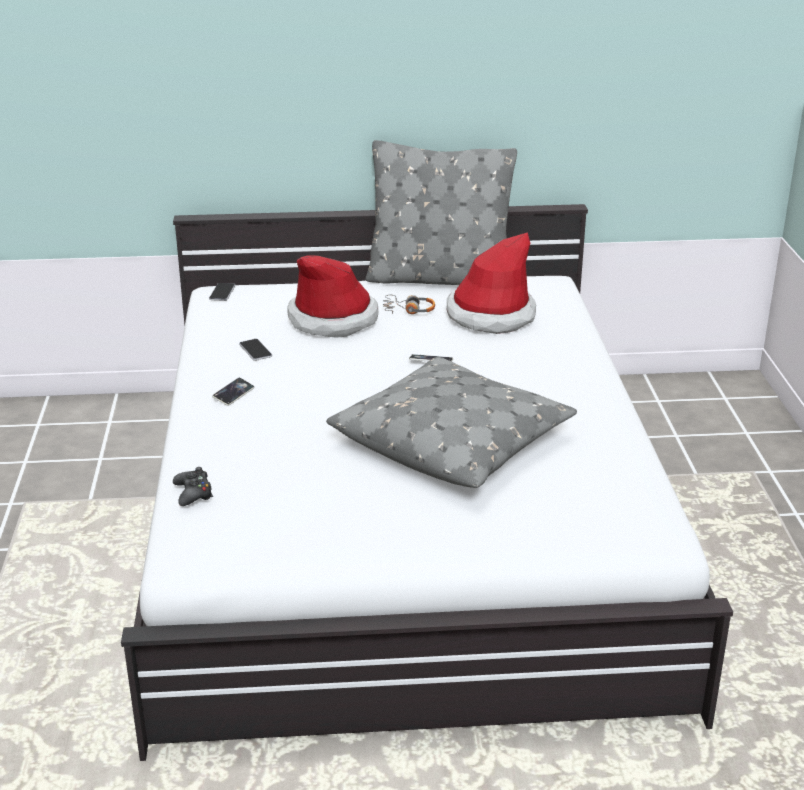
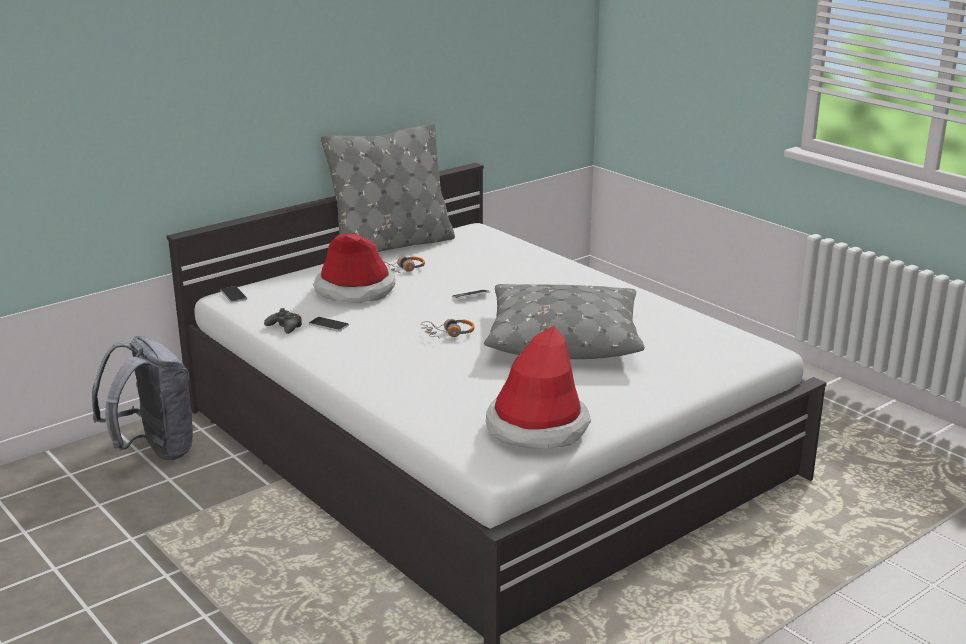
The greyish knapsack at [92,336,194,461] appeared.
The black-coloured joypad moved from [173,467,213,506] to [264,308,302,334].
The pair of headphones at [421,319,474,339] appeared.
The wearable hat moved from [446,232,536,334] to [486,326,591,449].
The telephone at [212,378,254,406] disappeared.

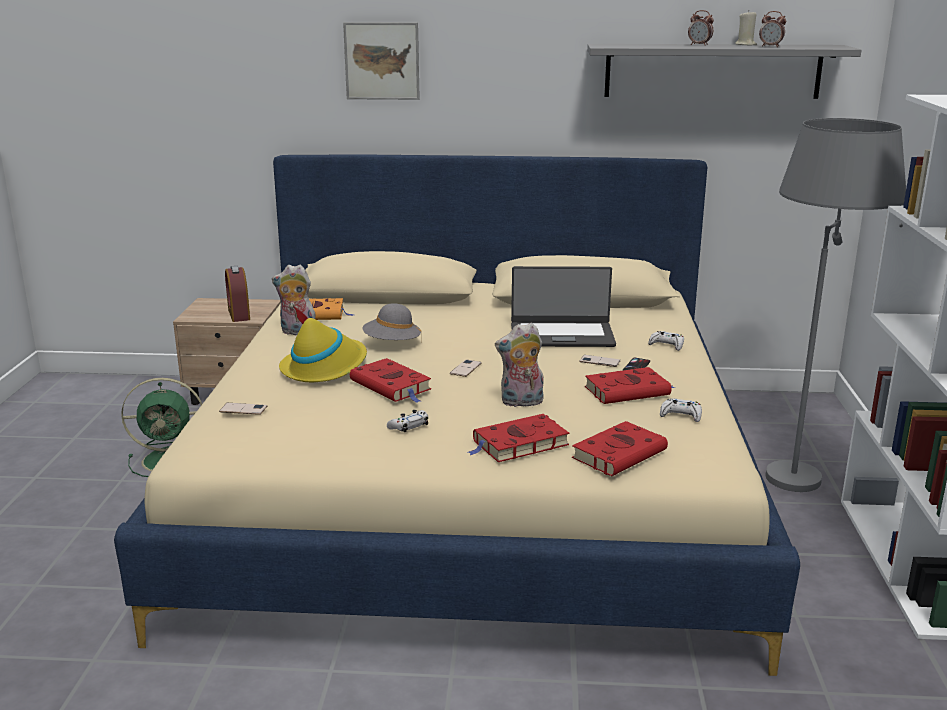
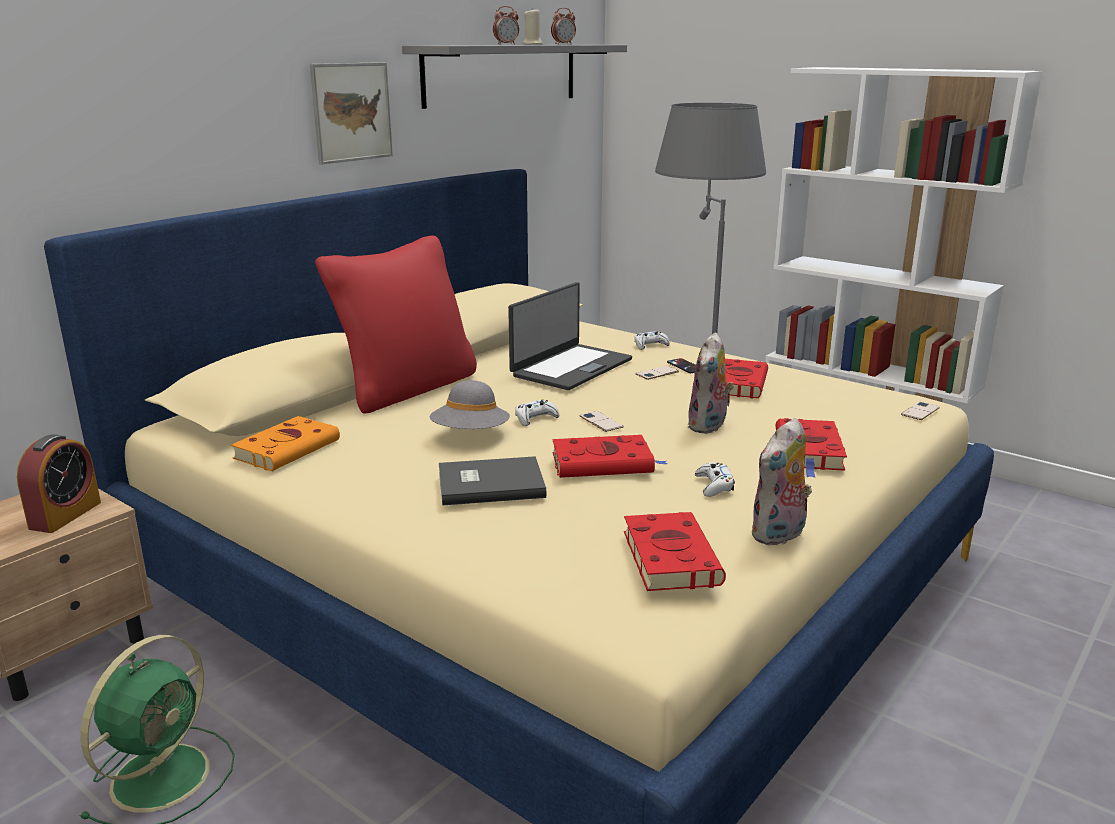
The table clock at [225,266,250,322] turned 90 degrees counterclockwise.
The picture moved from [343,22,420,100] to [310,62,393,165].
The reddish cushion at [315,235,477,414] appeared.
The yellow-coloured wearable hat at [279,306,367,382] was replaced by the greyish book at [439,456,546,505].
The white joypad moved from [660,398,702,422] to [515,399,559,426].
The reddish book moved from [572,421,668,476] to [624,512,726,591].
The cuddly toy moved from [272,265,315,336] to [752,418,812,545].
The telephone moved from [219,403,267,415] to [901,402,940,420].

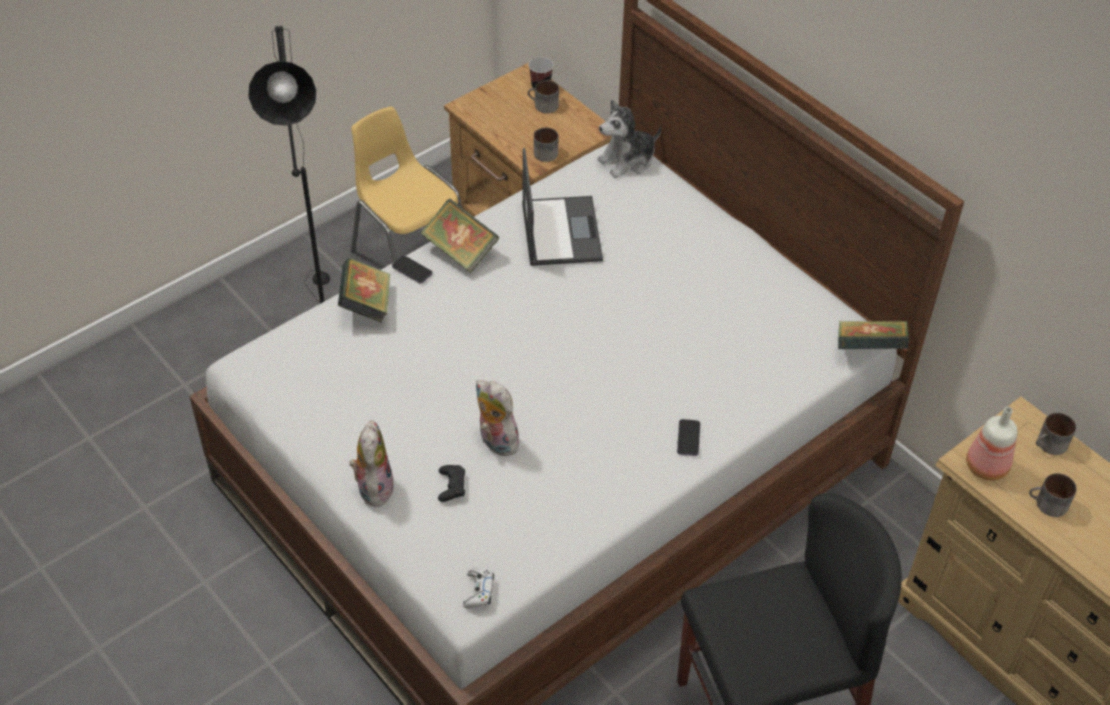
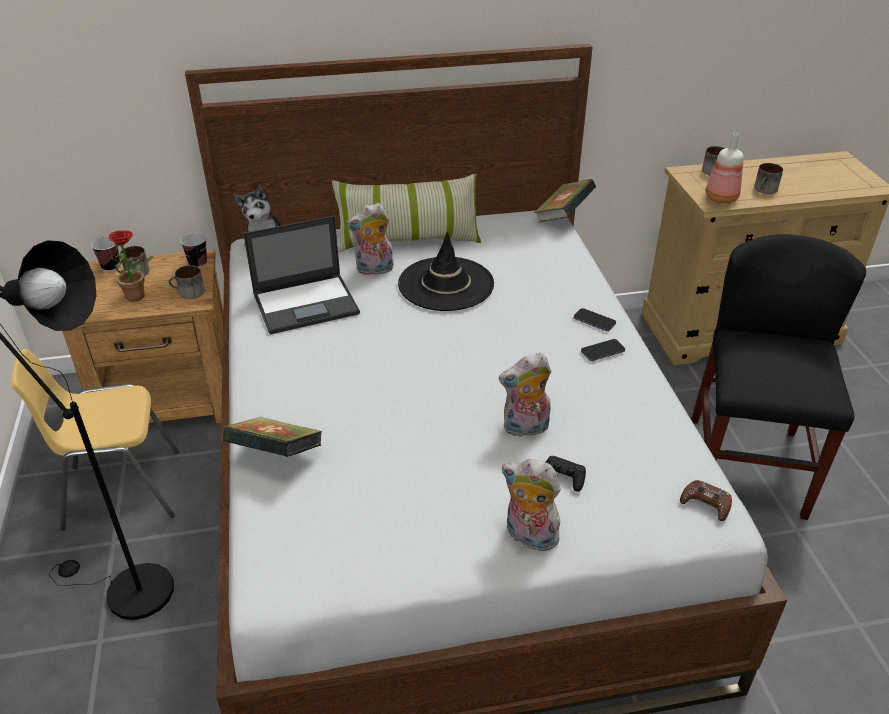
The houseplant at [108,230,154,302] appeared.
The small cup at [180,233,207,268] appeared.
The notebook computer at [522,148,603,266] turned 135 degrees clockwise.
The cushion at [332,173,481,252] appeared.
The cuddly toy at [346,203,394,275] appeared.
The black-coloured wearable hat at [398,232,494,311] appeared.
The telephone moved from [392,255,433,283] to [581,339,625,361].
The white joypad at [463,567,494,609] became the brown-coloured joypad at [680,480,732,521].
The book at [420,199,499,273] disappeared.

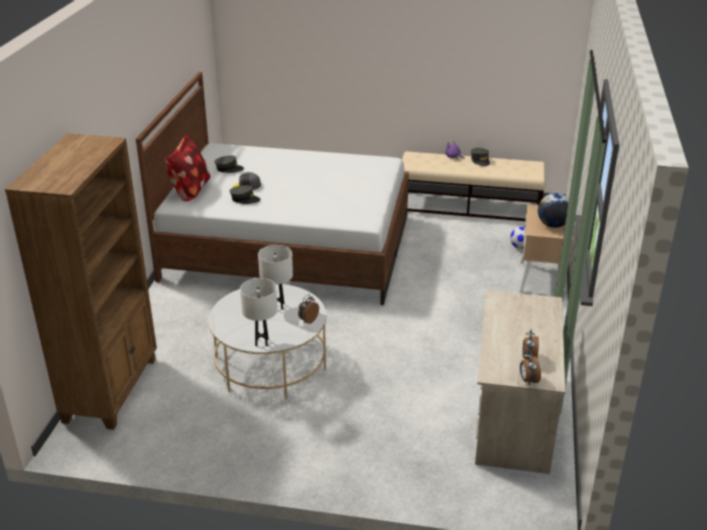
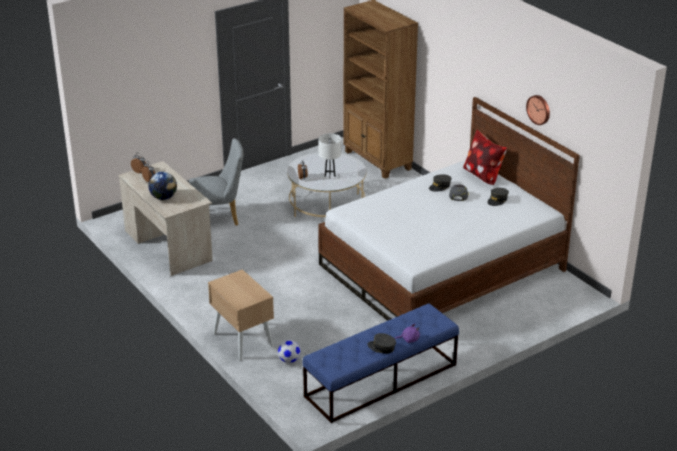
The globe moved from [538,193,569,228] to [148,172,177,200].
The greyish upright chair at [189,138,244,226] appeared.
The beige-coloured long seat at [402,151,545,221] became the blue long seat at [303,304,459,423].
The clock on the wall at [526,95,550,125] appeared.
The white lamp for a table at [240,278,277,346] disappeared.

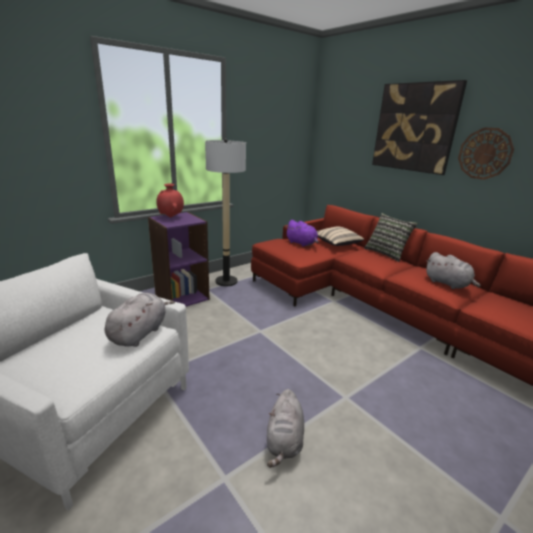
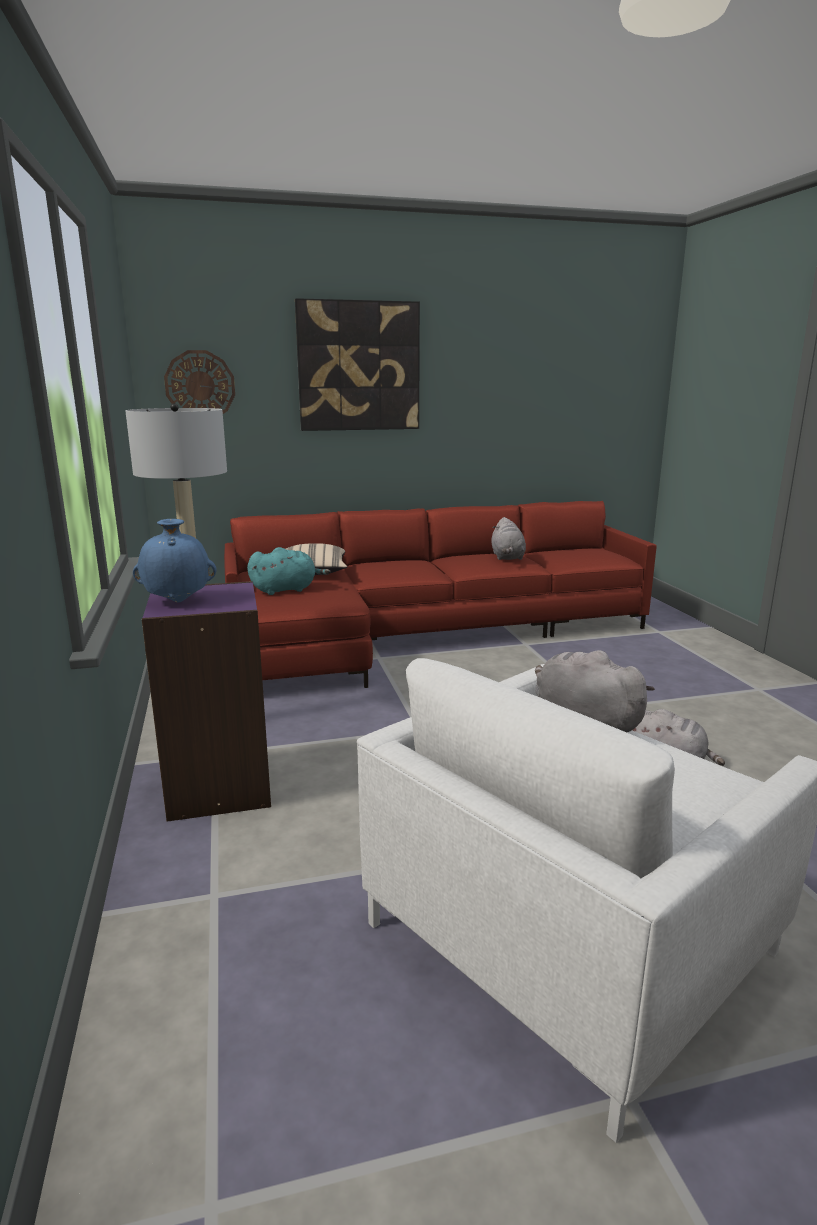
The reddish vase at [156,184,184,217] became the blue vase at [133,519,217,602].
The clock on the wall moved from [458,128,514,180] to [164,350,235,414].
The purplish cuddly toy at [285,220,318,247] became the blue-green cuddly toy at [247,547,330,595].
The greyish cuddly toy at [426,252,480,289] turned 105 degrees clockwise.
The cushion at [364,213,418,262] disappeared.

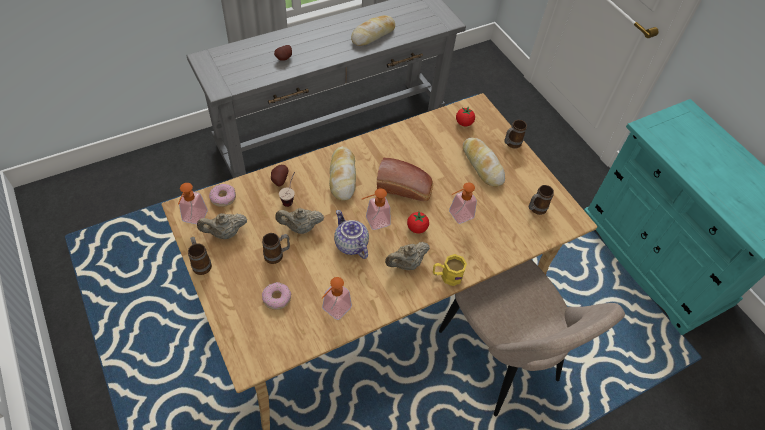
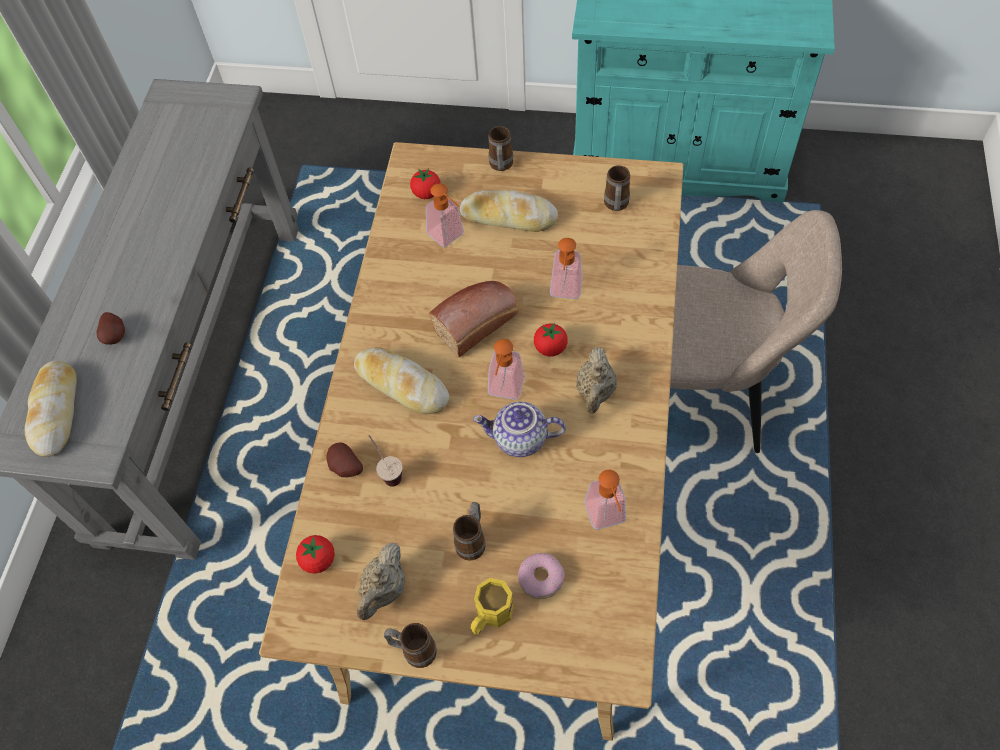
The baked bread moved from [351,15,395,46] to [25,361,77,457].
The donut at [209,184,236,207] was replaced by the fresh tomato at [296,535,335,574].
The soap dispenser moved from [178,183,208,224] to [426,183,464,247].
The yellow-coloured mug moved from [433,254,467,286] to [471,578,514,635].
The beige-coloured teapot at [275,208,324,234] disappeared.

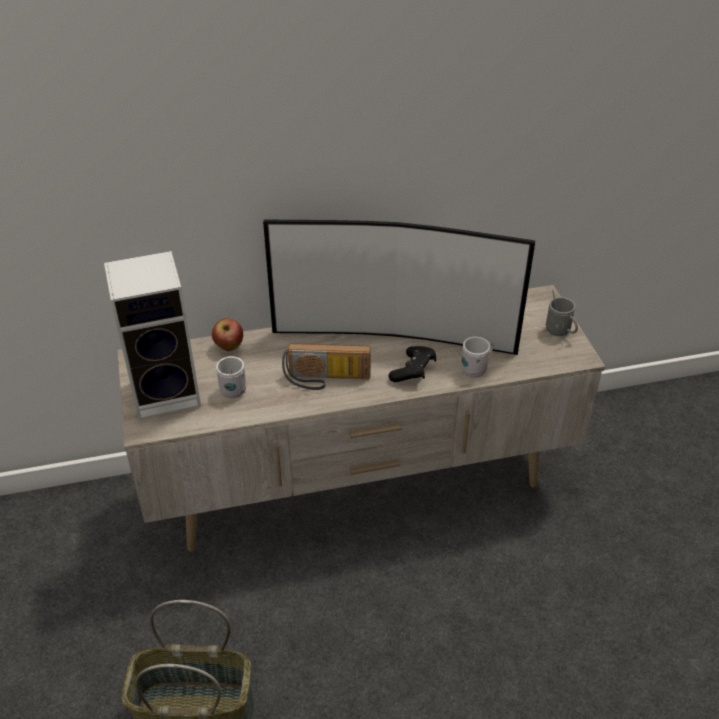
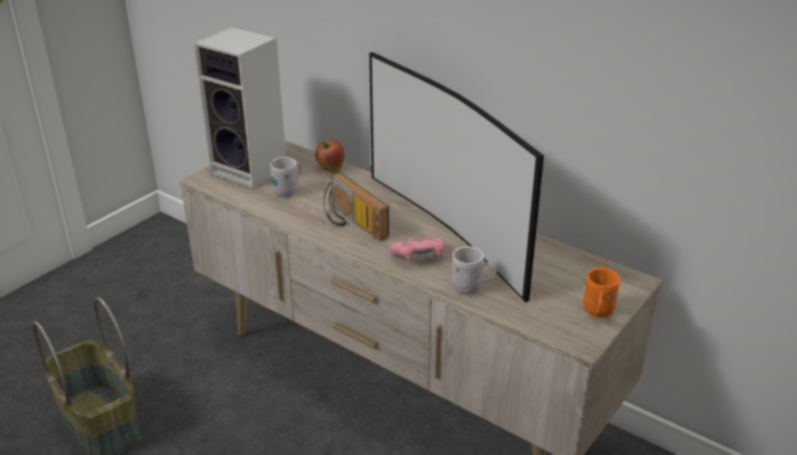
The black-coloured joypad at [389,346,436,382] became the pink-coloured joypad at [390,236,445,261].
The greyish mug at [546,290,578,336] became the orange mug at [583,257,620,318].

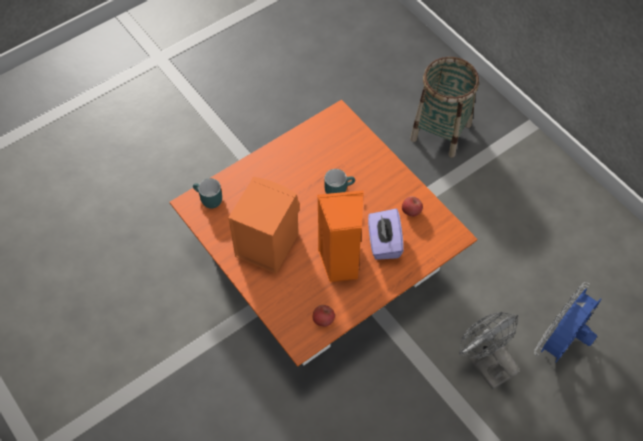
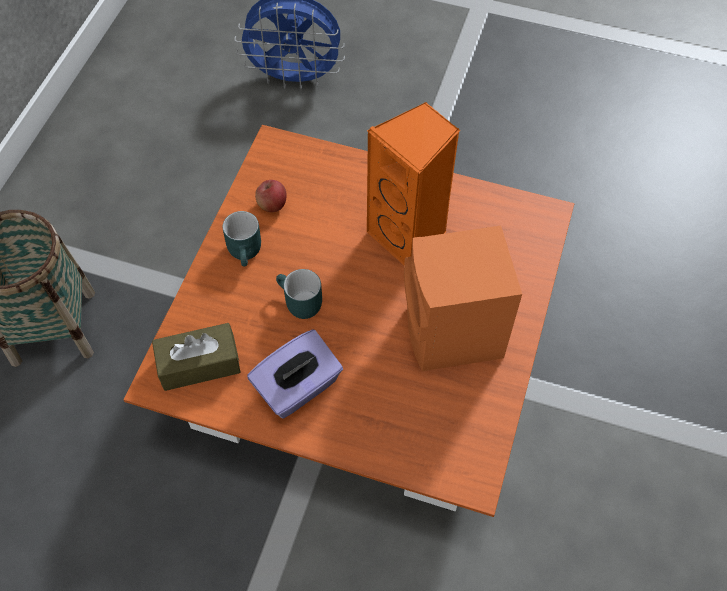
The brown-coloured tissue box at [152,323,241,391] appeared.
The blue-green mug moved from [193,178,222,208] to [222,211,261,266].
The purplish tissue box moved from [368,209,403,260] to [247,329,343,419].
The apple fruit at [312,305,335,327] disappeared.
The greyish electric fan at [459,312,519,390] disappeared.

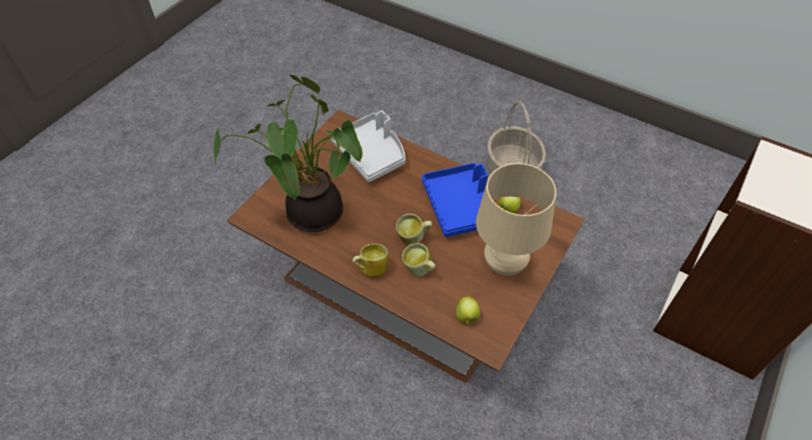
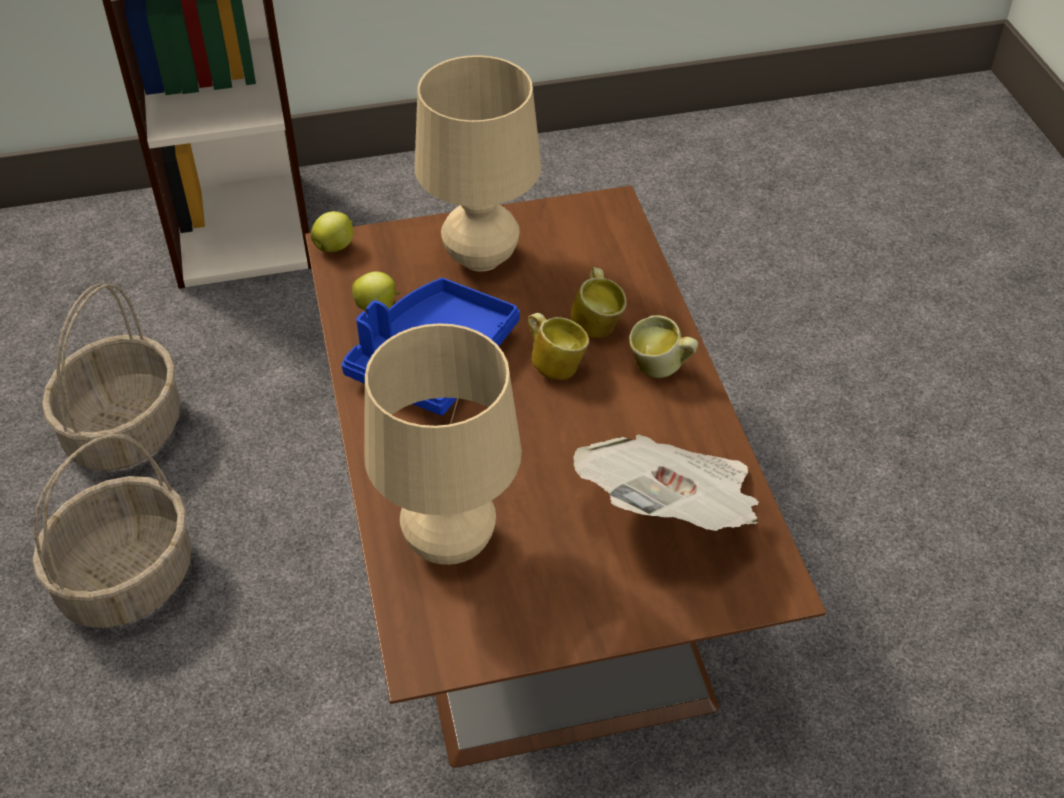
The household basket at [42,283,180,471] appeared.
The apple fruit moved from [456,296,480,324] to [311,211,353,252].
The greyish tray at [330,111,406,182] was replaced by the beige-coloured lamp for a table at [364,323,522,565].
The houseplant at [213,75,363,232] was replaced by the newspaper at [573,435,759,531].

